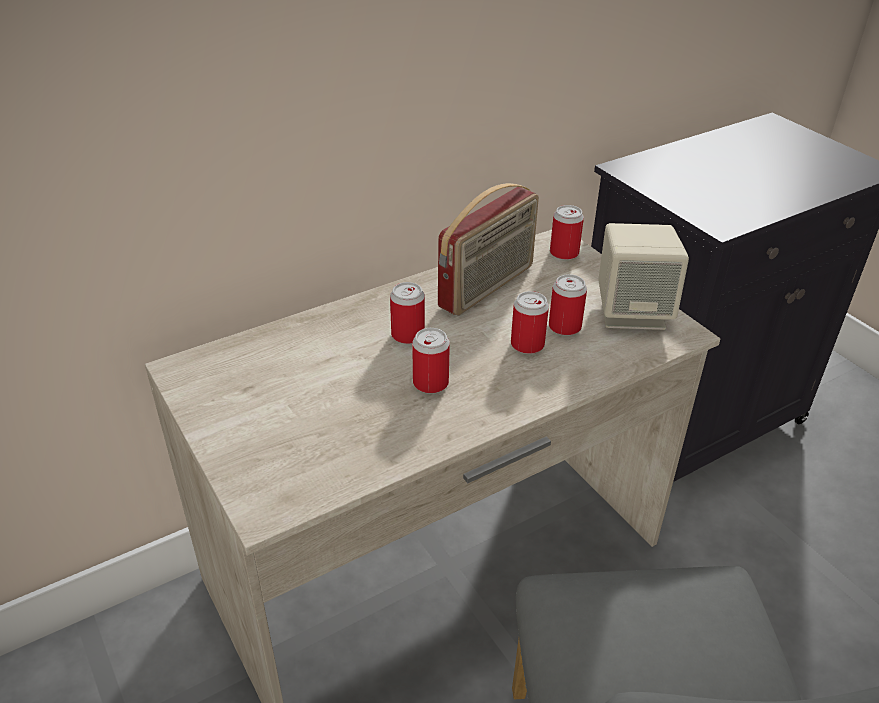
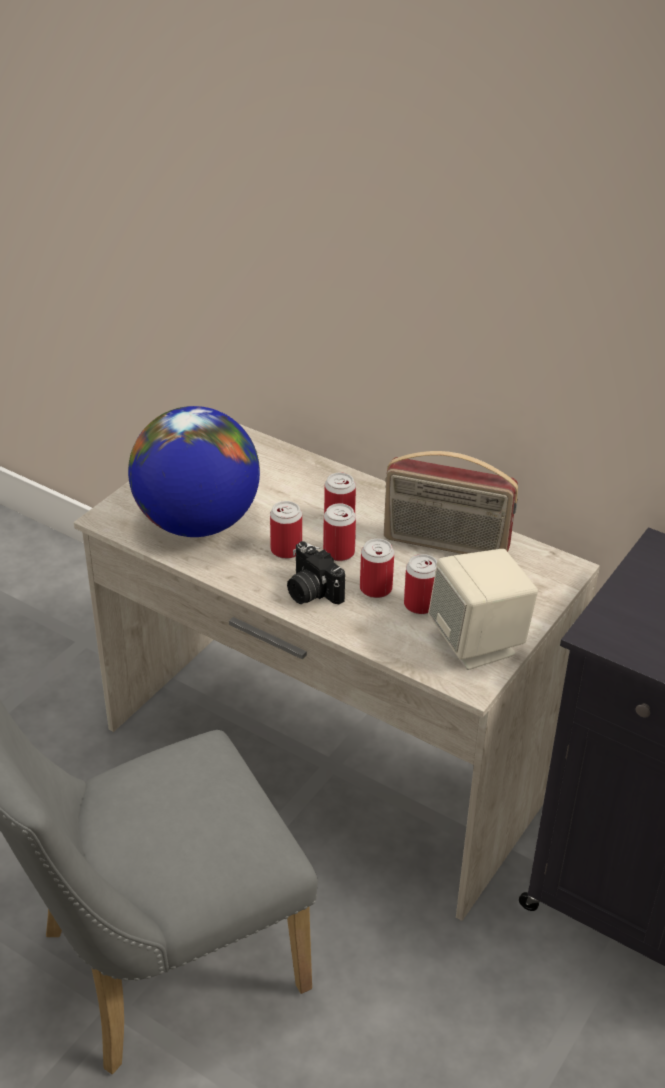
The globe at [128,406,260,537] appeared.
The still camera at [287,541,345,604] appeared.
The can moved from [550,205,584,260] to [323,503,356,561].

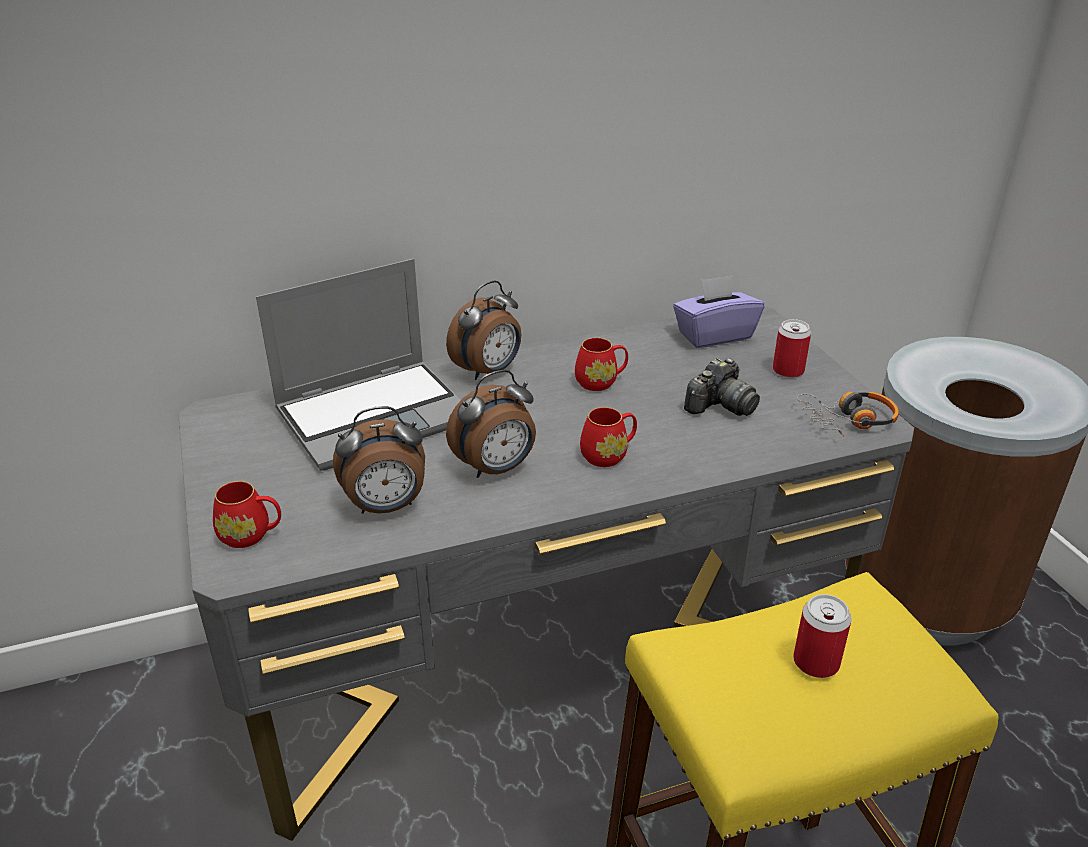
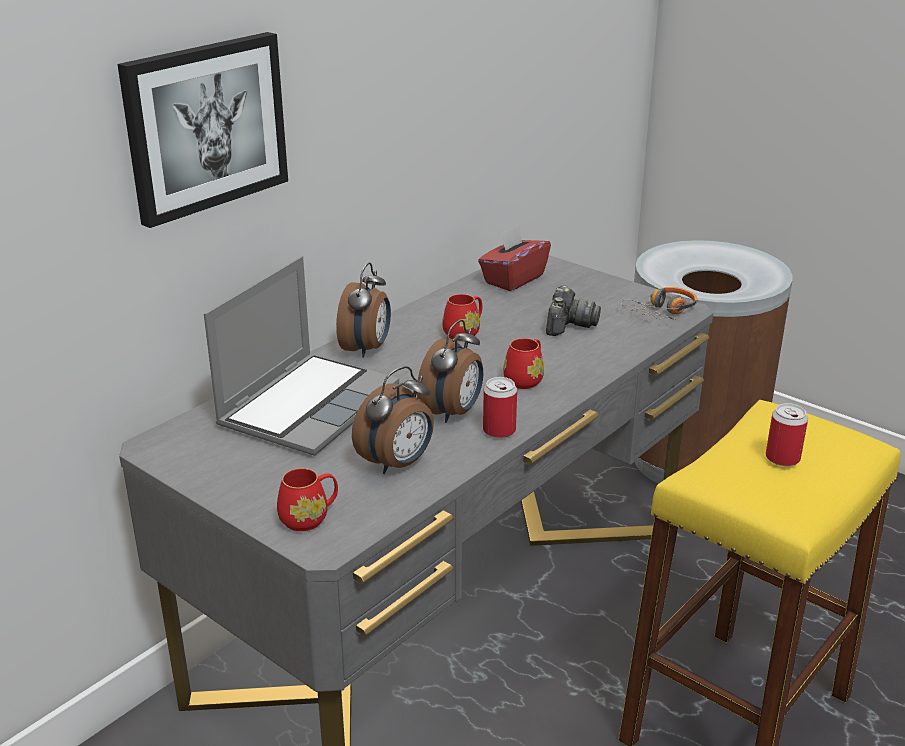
The picture at [117,32,288,228] appeared.
The purplish tissue box at [673,275,764,348] became the reddish tissue box at [478,225,551,291].
The can moved from [773,319,811,378] to [483,377,517,438].

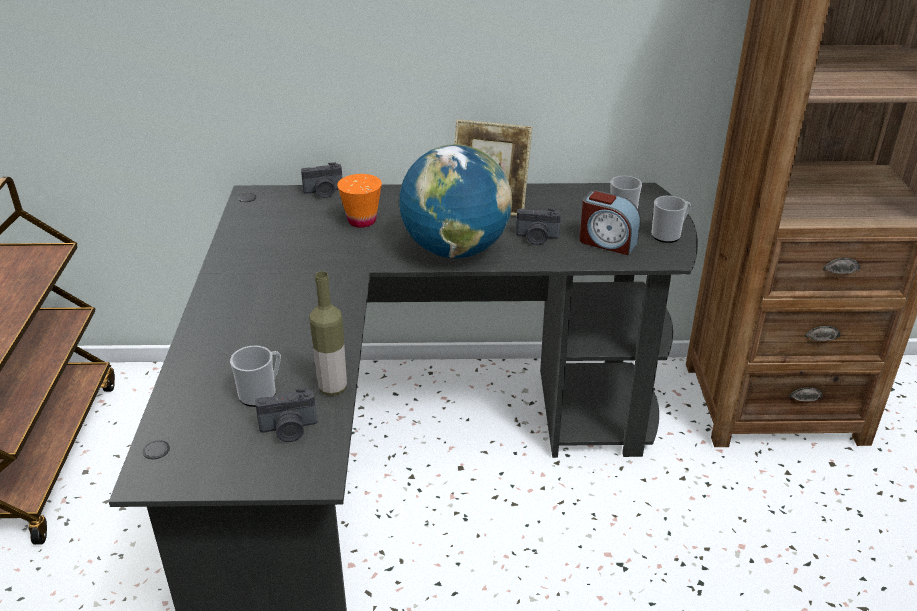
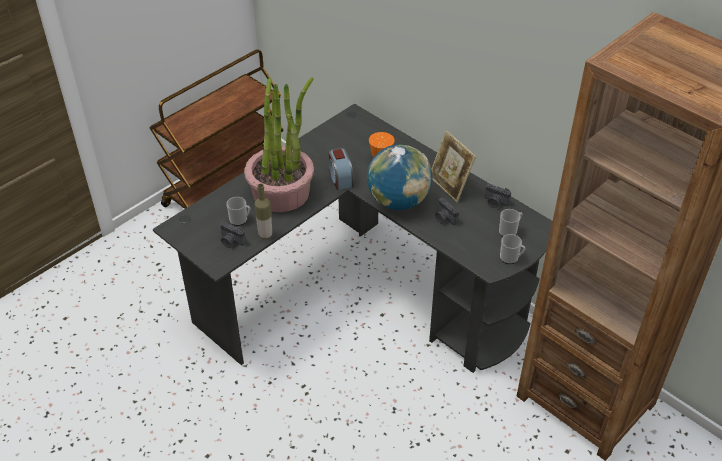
The houseplant at [244,77,314,212] appeared.
The table clock moved from [579,190,640,255] to [329,148,353,190].
The still camera moved from [301,162,342,198] to [485,183,511,208].

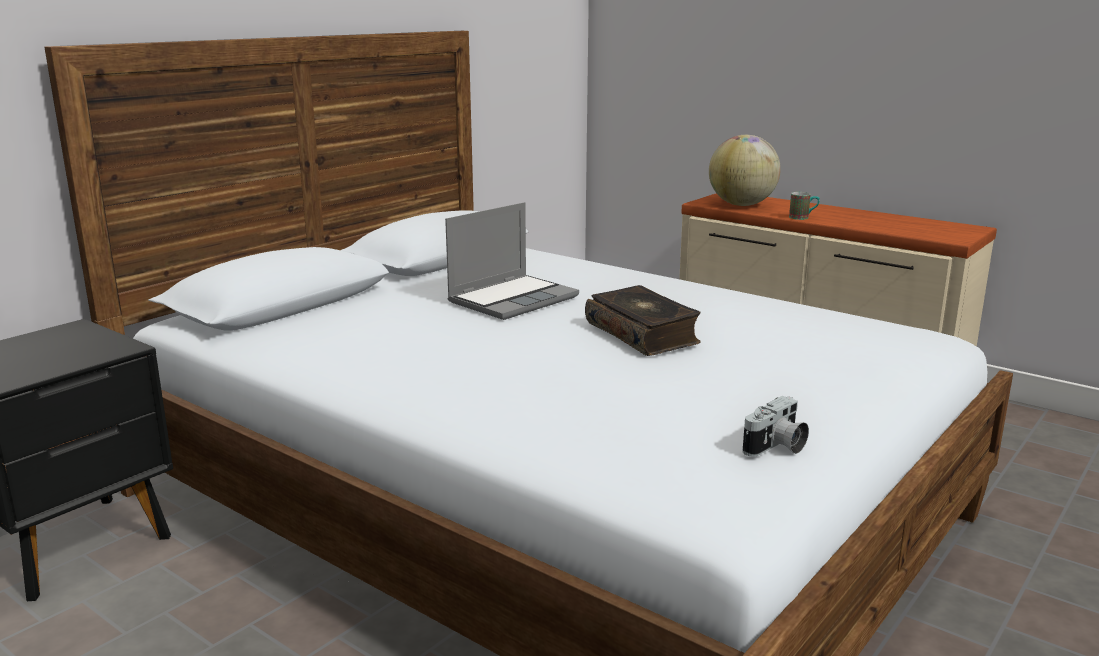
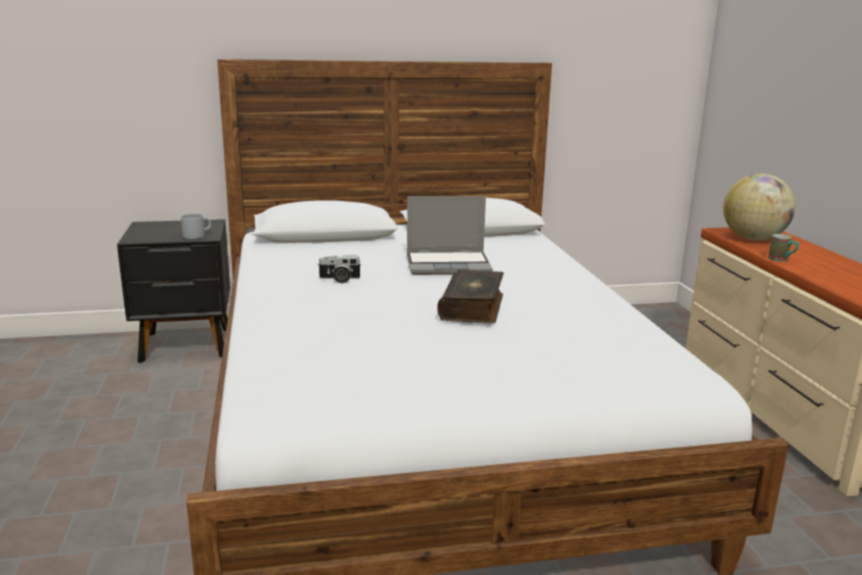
The greyish mug at [181,214,211,239] appeared.
The still camera moved from [742,396,809,456] to [317,256,362,283].

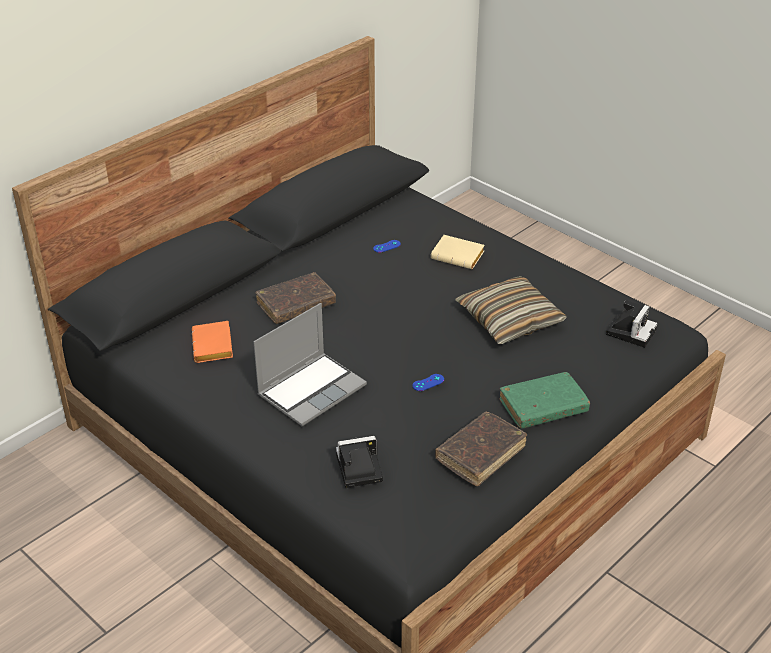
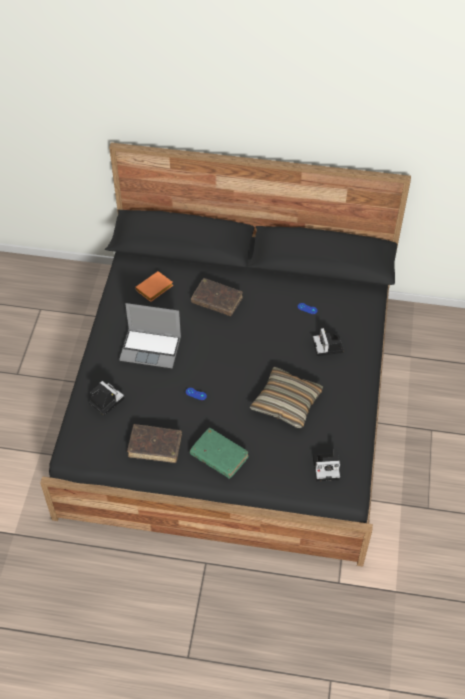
The beige-coloured book at [431,235,485,269] was replaced by the still camera at [313,328,344,356].

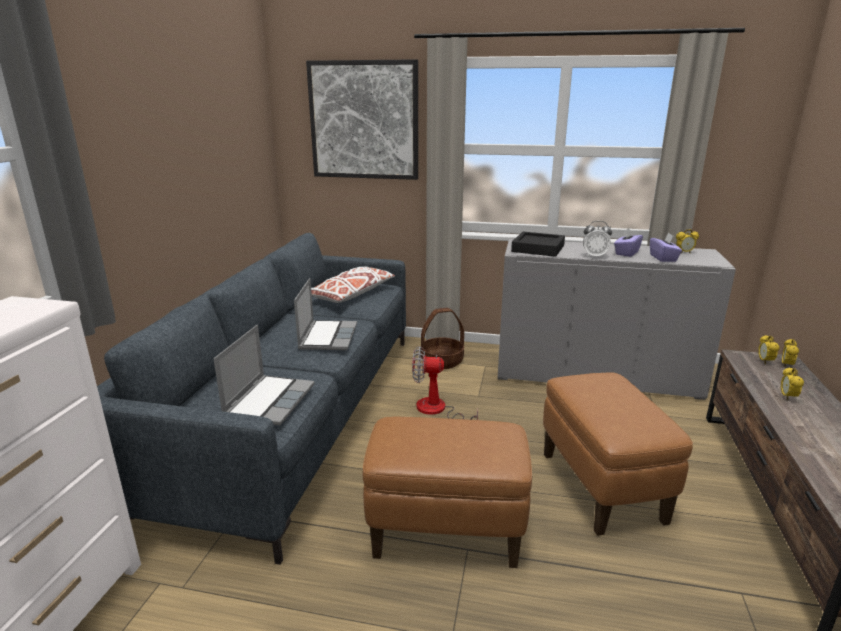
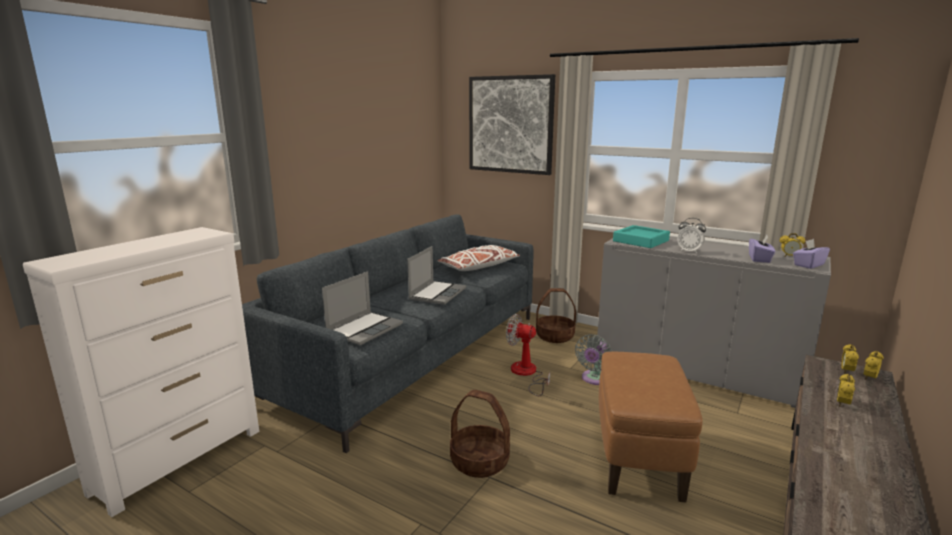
The brown-coloured ottoman at [363,417,532,568] was replaced by the household basket at [450,390,510,478].
The greyish electric fan at [575,334,613,385] appeared.
The black-coloured tray at [511,232,565,257] became the blue-green tray at [613,225,670,248].
The purplish tissue box moved from [614,228,643,257] to [793,239,830,269].

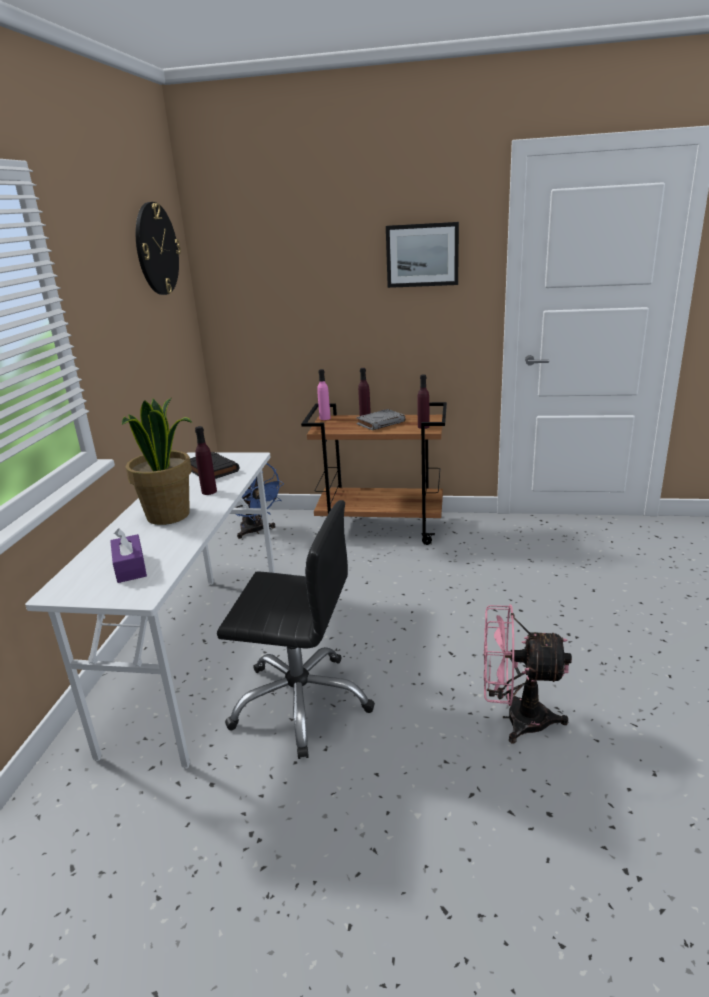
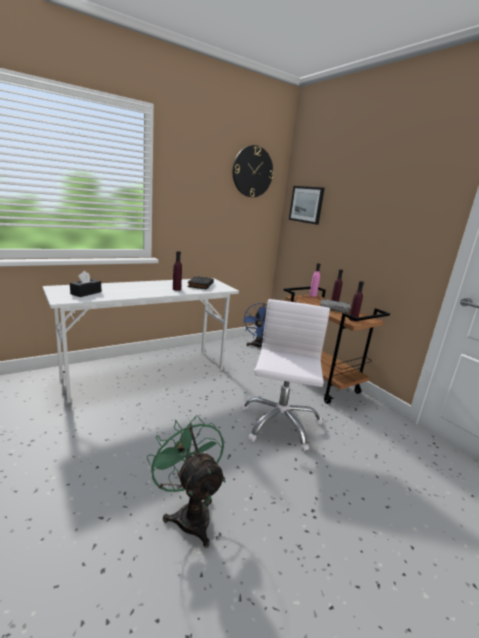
The purplish tissue box at [110,528,147,583] became the black-coloured tissue box at [70,271,101,297].
The pink-coloured electric fan at [484,604,572,743] became the green-coloured electric fan at [146,415,226,548].
The white office chair at [241,299,330,452] appeared.
The picture moved from [386,222,459,288] to [289,186,325,225].
The houseplant at [122,398,192,525] disappeared.
The black-coloured office chair at [217,500,375,759] disappeared.

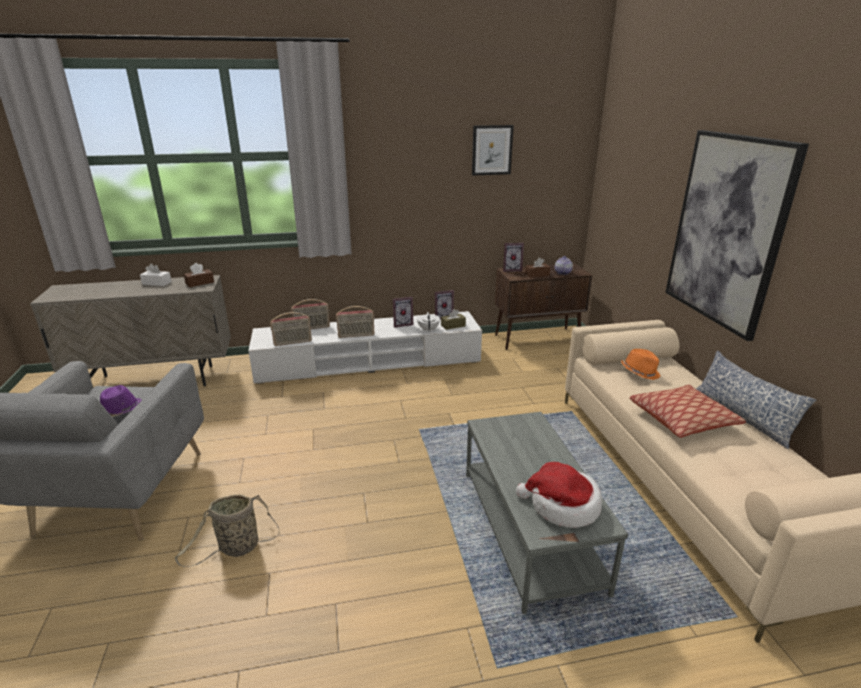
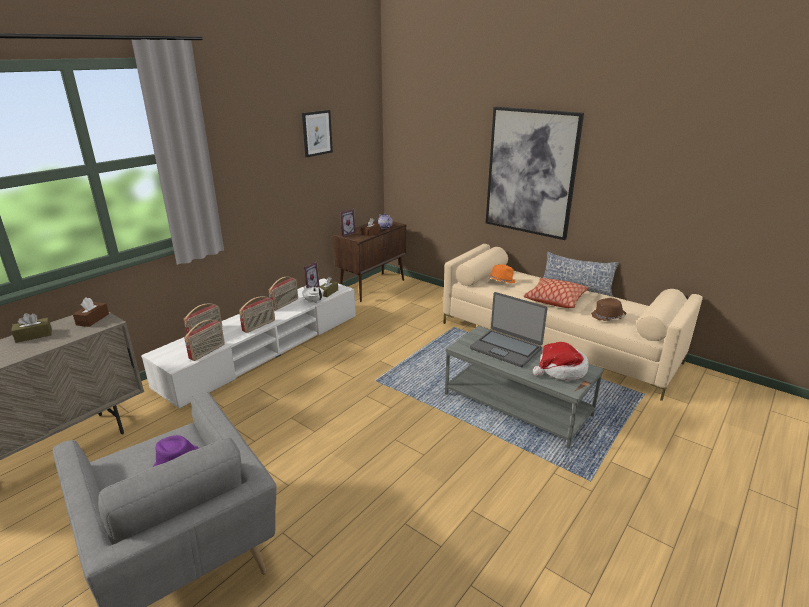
The white tissue box at [140,263,172,286] became the brown-coloured tissue box at [11,313,52,343].
The picture frame at [393,297,413,328] was replaced by the radio at [269,277,298,310].
The notebook computer at [470,292,547,367] appeared.
The brown-coloured wearable hat at [591,298,626,321] appeared.
The household basket at [175,494,280,567] disappeared.

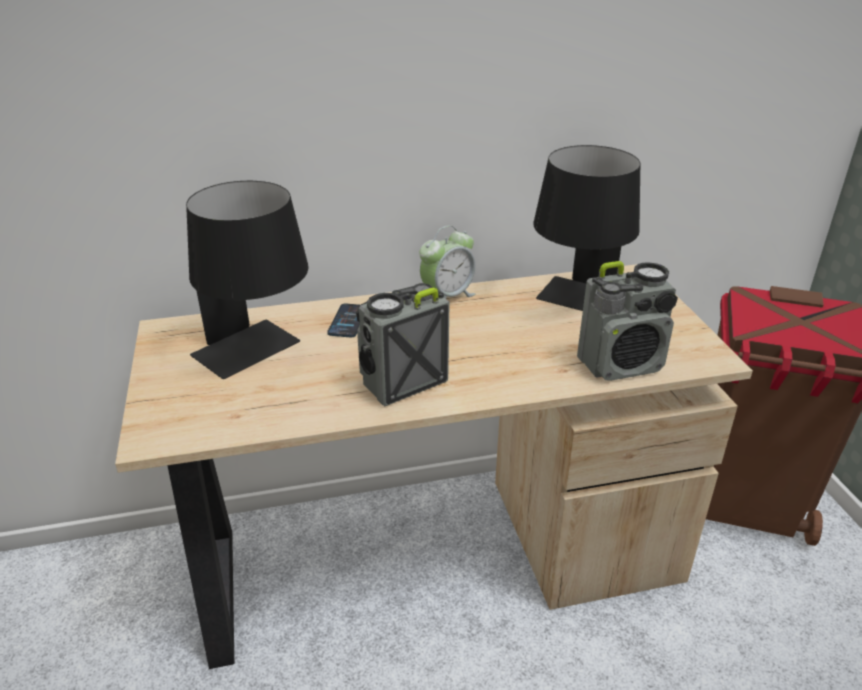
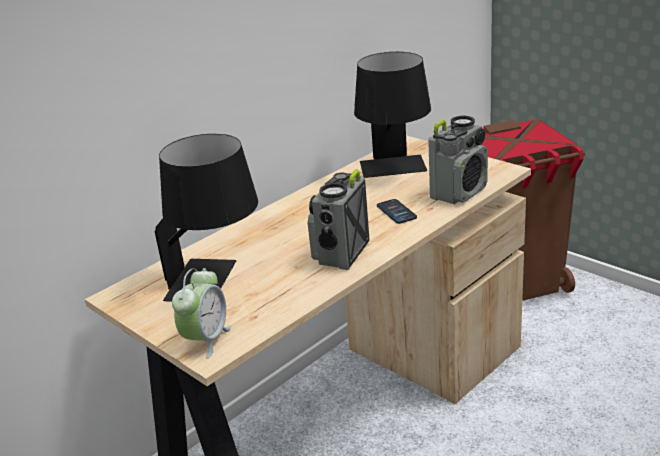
The table clock moved from [419,225,475,299] to [172,268,231,358].
The telephone moved from [327,304,360,338] to [377,199,417,224].

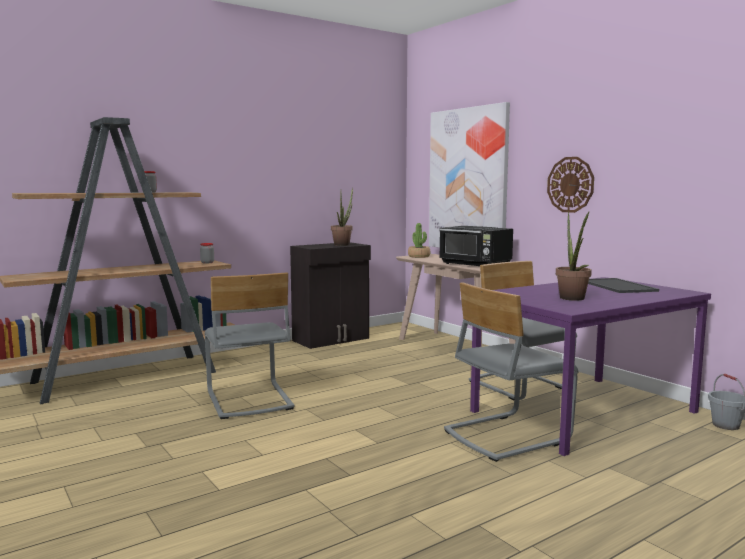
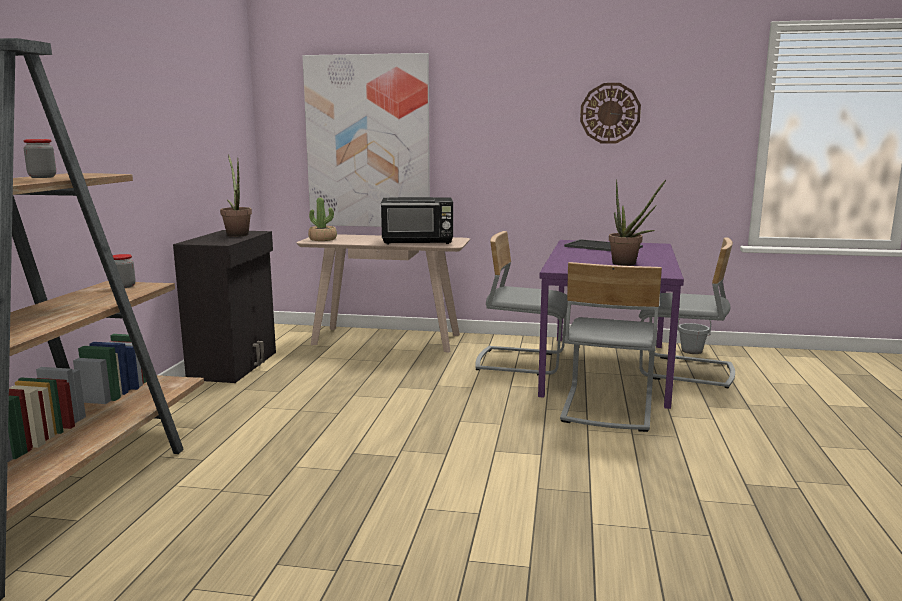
The clock on the wall moved from [547,157,594,213] to [580,83,641,143].
The greyish upright chair moved from [204,272,294,419] to [639,238,735,388].

